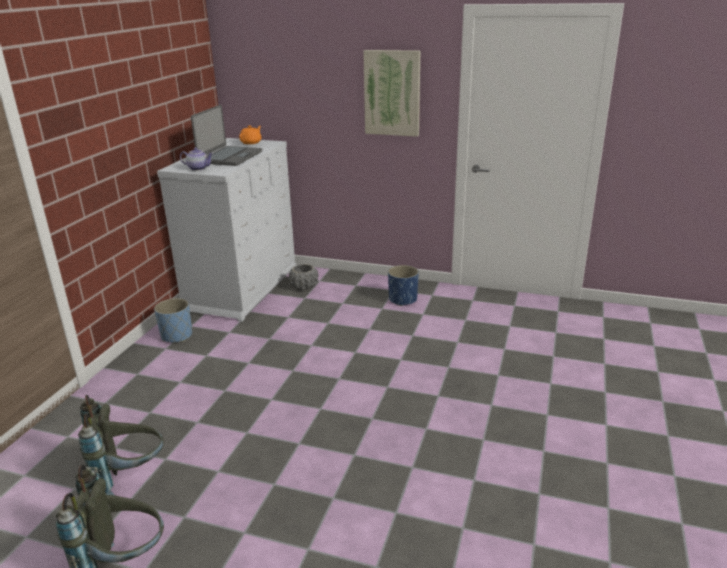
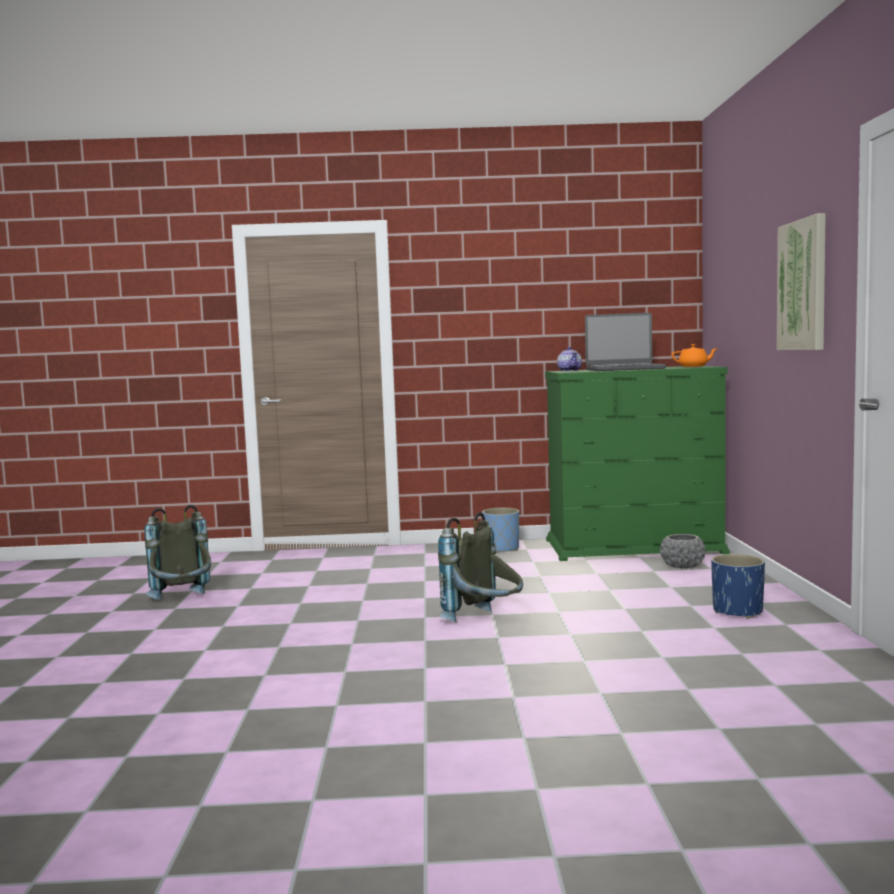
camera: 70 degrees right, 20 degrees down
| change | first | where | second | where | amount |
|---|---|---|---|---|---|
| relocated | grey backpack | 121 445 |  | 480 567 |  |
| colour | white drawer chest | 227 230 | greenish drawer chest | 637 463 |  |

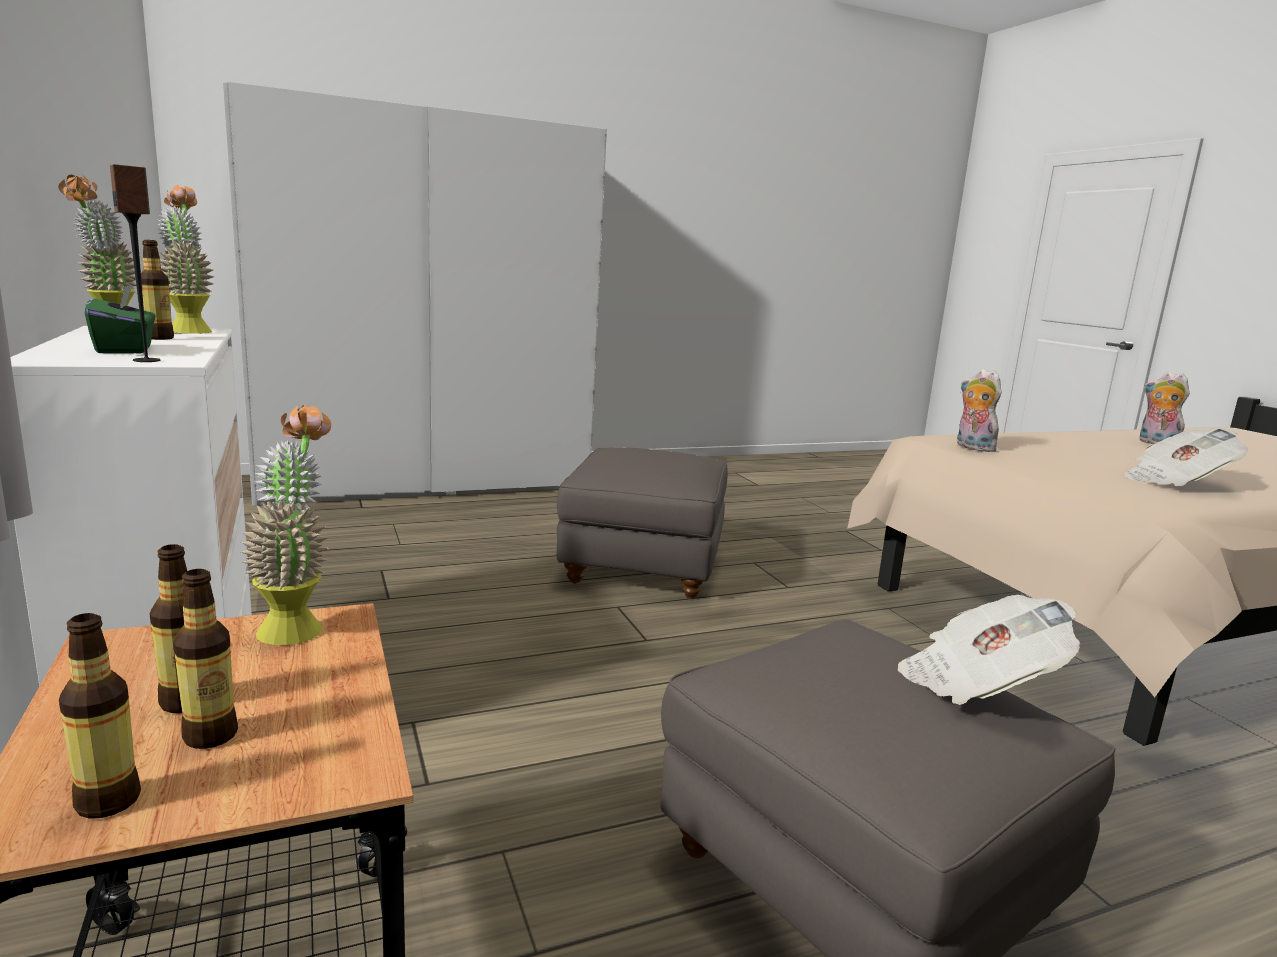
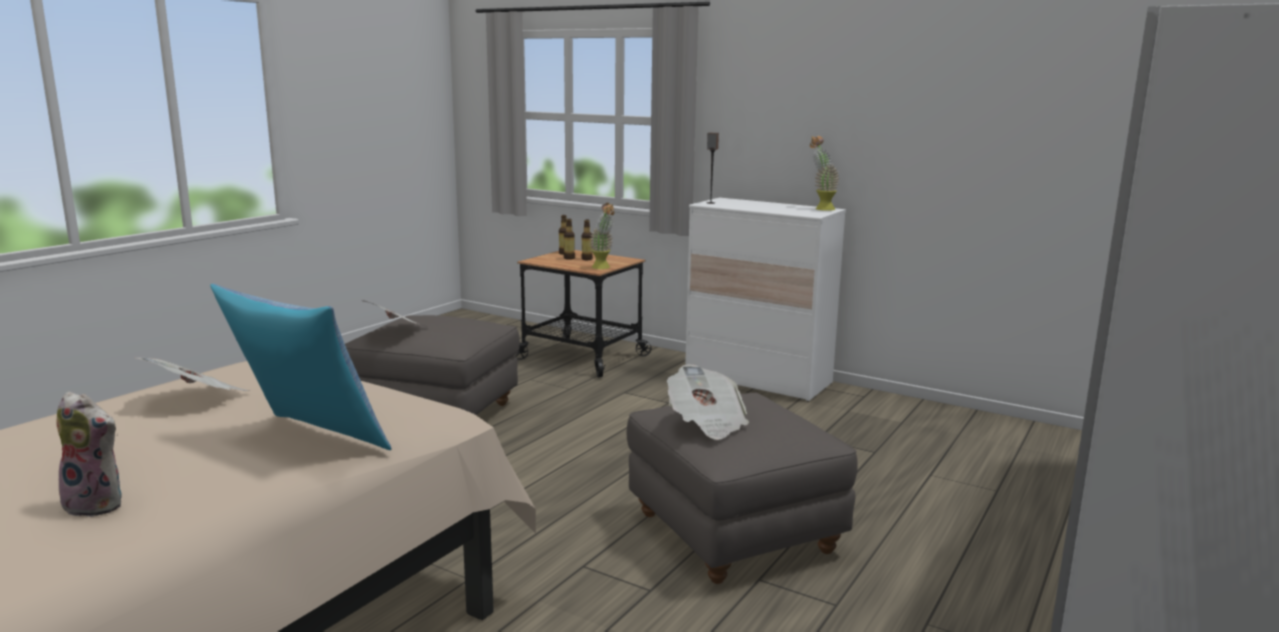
camera: 145 degrees right, 0 degrees up
| change | first | where | second | where | amount |
|---|---|---|---|---|---|
| missing | greenish tissue holder | 120 319 |  |  |  |
| missing | bottle | 157 290 |  |  |  |
| missing | potted plant | 185 259 |  |  |  |
| missing | cuddly toy | 979 410 |  |  |  |
| appeared |  |  | pillow | 301 367 |  |
| appeared |  |  | daily paper | 708 402 |  |

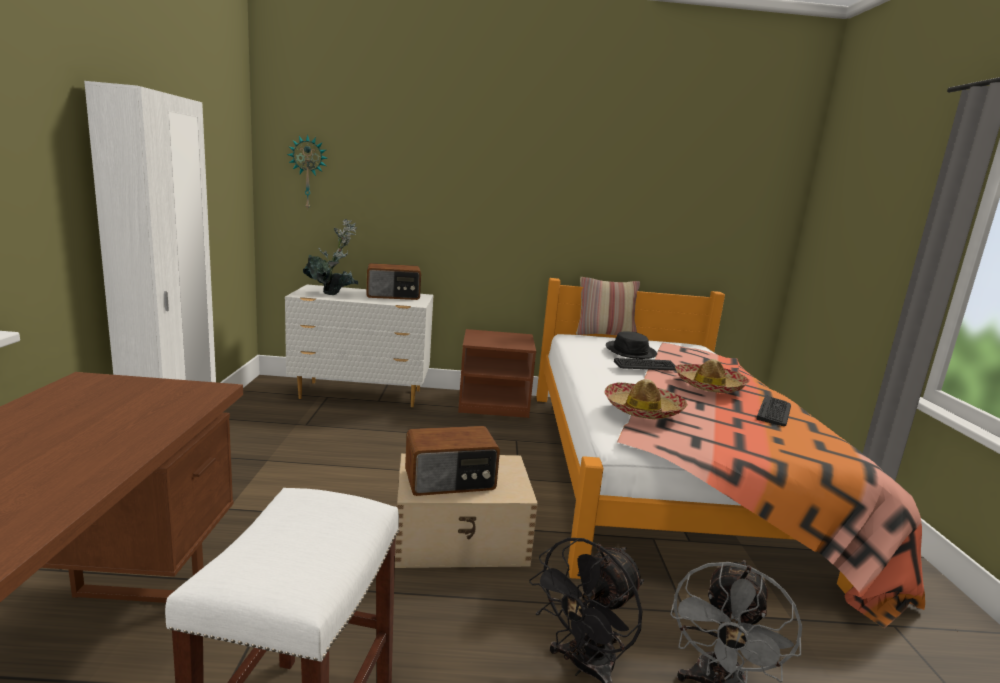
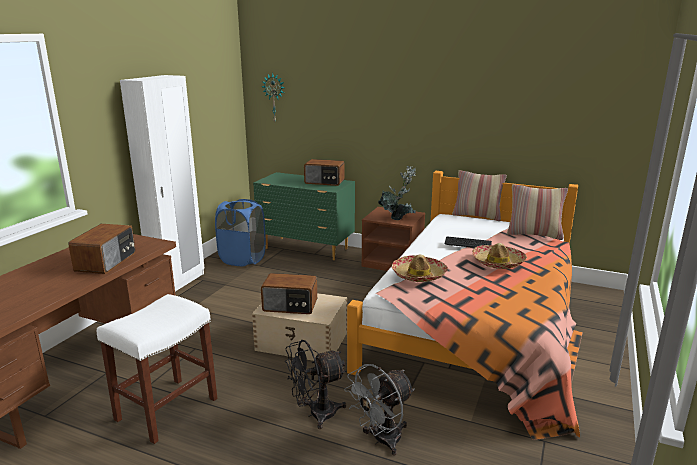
camera: 25 degrees right, 5 degrees up
| change | first | where | second | where | amount |
|---|---|---|---|---|---|
| colour | white drawer chest | 359 346 | greenish drawer chest | 304 216 |  |
| relocated | potted plant | 331 257 |  | 397 193 |  |
| missing | black-coloured clothing hat | 631 345 |  |  |  |
| missing | keyboard | 774 410 |  |  |  |
| appeared |  |  | radio set | 102 249 |  |
| appeared |  |  | bluish washing basket | 240 232 |  |
| appeared |  |  | pillow | 537 212 |  |

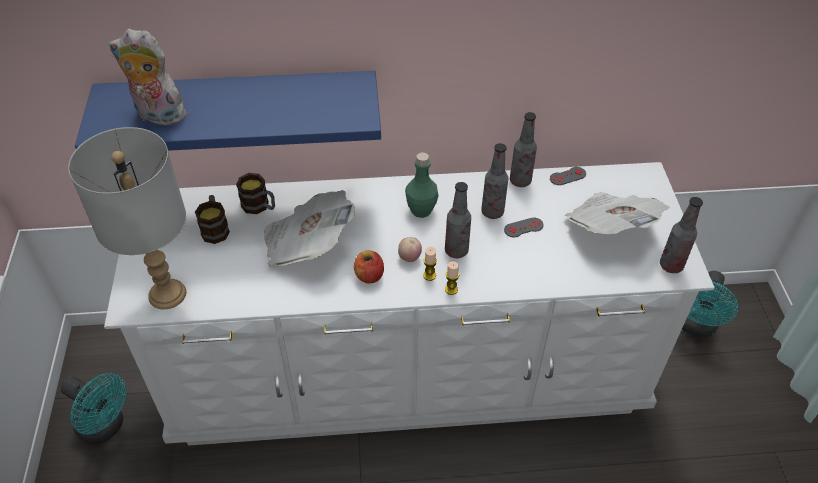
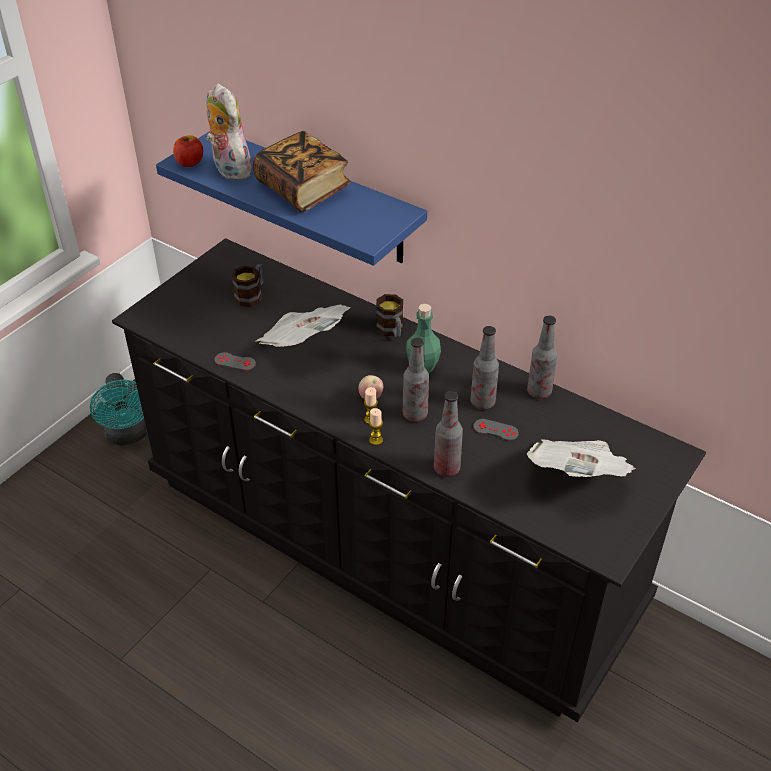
camera: 40 degrees right, 5 degrees down
| change | first | where | second | where | amount |
|---|---|---|---|---|---|
| missing | grey table lamp | 127 218 |  |  |  |
| colour | white drawer chest | 409 304 | black-coloured drawer chest | 409 481 |  |
| relocated | tea mug | 255 193 |  | 389 316 |  |
| relocated | apple | 369 266 |  | 188 151 |  |
| relocated | grey gamepad | 568 176 |  | 235 361 |  |
| relocated | bottle | 681 235 |  | 448 434 |  |
| missing | blue-green electric fan | 710 304 |  |  |  |
| appeared |  |  | bound book | 302 171 |  |

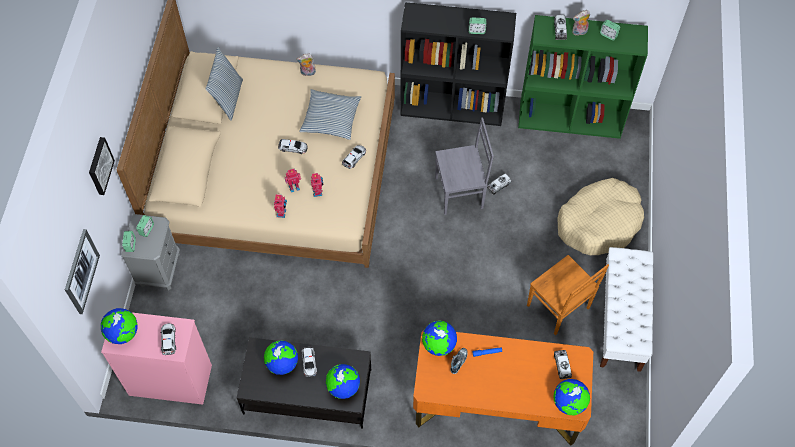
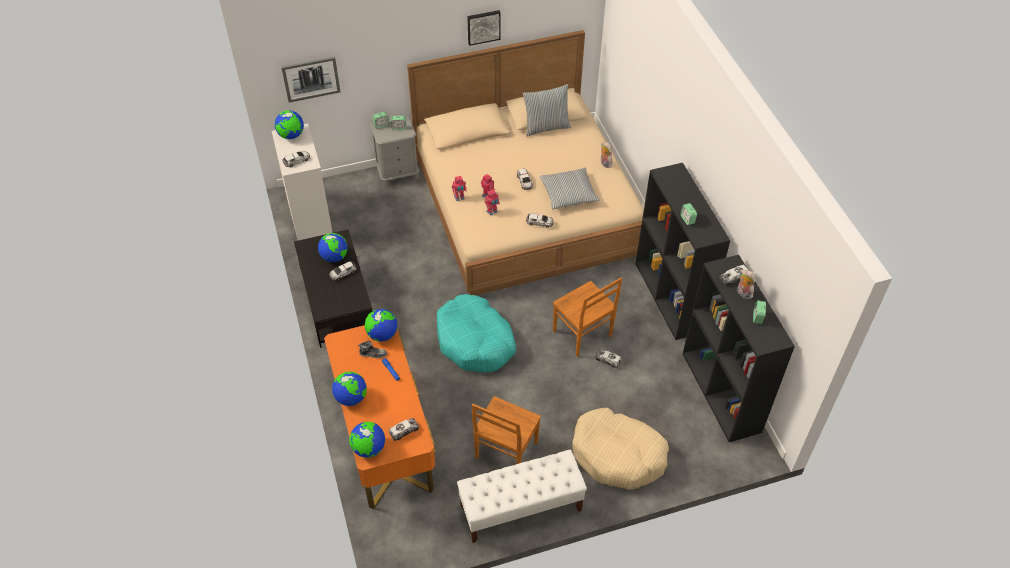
camera: 65 degrees right, 10 degrees down
| change | first | where | second | where | amount |
|---|---|---|---|---|---|
| relocated | wall picture | 102 166 |  | 484 28 |  |
| colour | pink-coloured drawer chest | 156 358 | white drawer chest | 302 182 |  |
| relocated | world globe | 343 381 |  | 349 388 |  |
| colour | grey upright chair | 464 166 | brownish upright chair | 587 317 |  |
| colour | greenish shelving unit | 583 77 | black-coloured shelving unit | 739 348 |  |
| appeared |  |  | blue-green dog cushion | 476 333 |  |

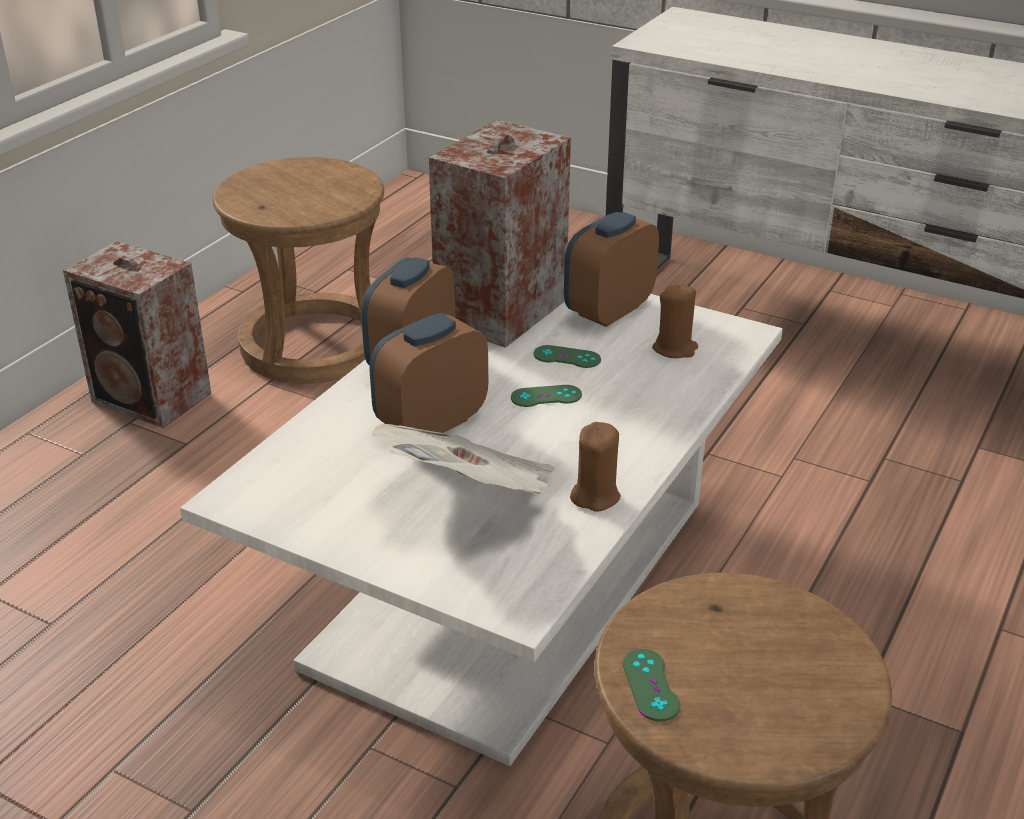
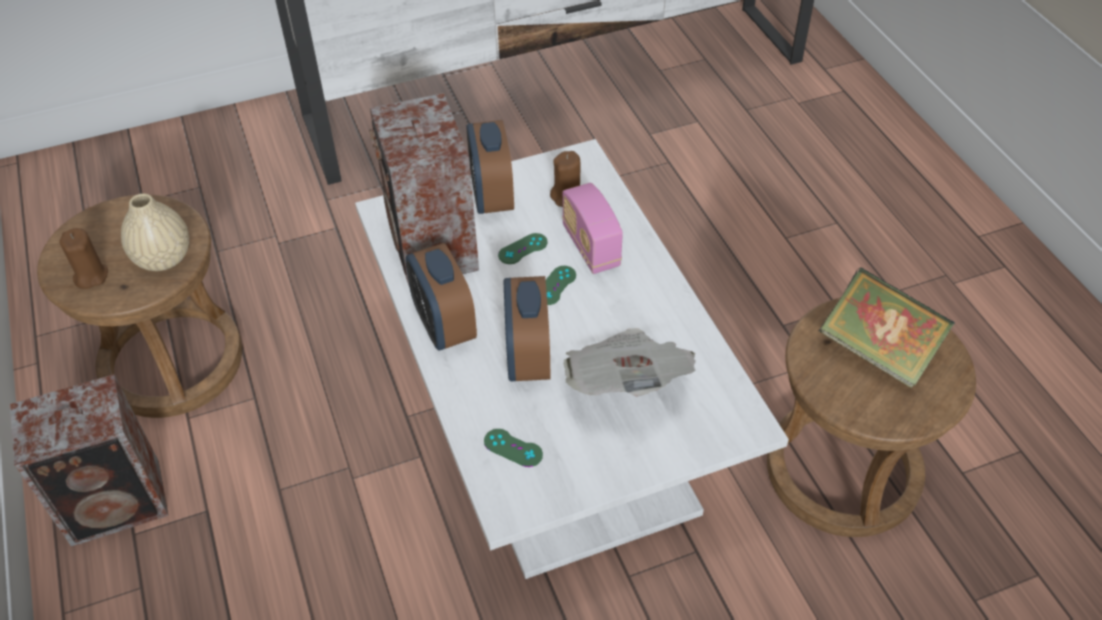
camera: 50 degrees left, 15 degrees up
| change | first | where | second | where | amount |
|---|---|---|---|---|---|
| relocated | brownish wax light | 595 467 |  | 84 258 |  |
| relocated | greenish gamepad | 651 685 |  | 513 448 |  |
| appeared |  |  | beige decorative vase | 155 232 |  |
| appeared |  |  | radio set | 592 228 |  |
| appeared |  |  | bound book | 887 327 |  |

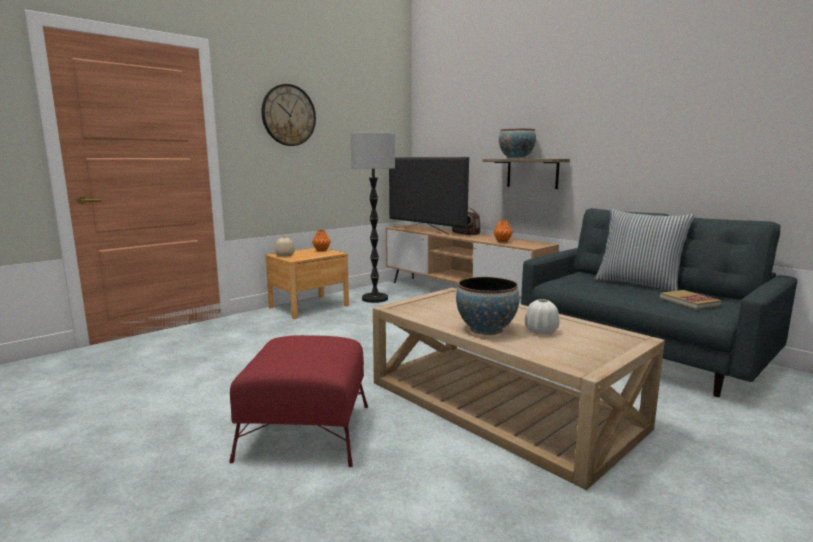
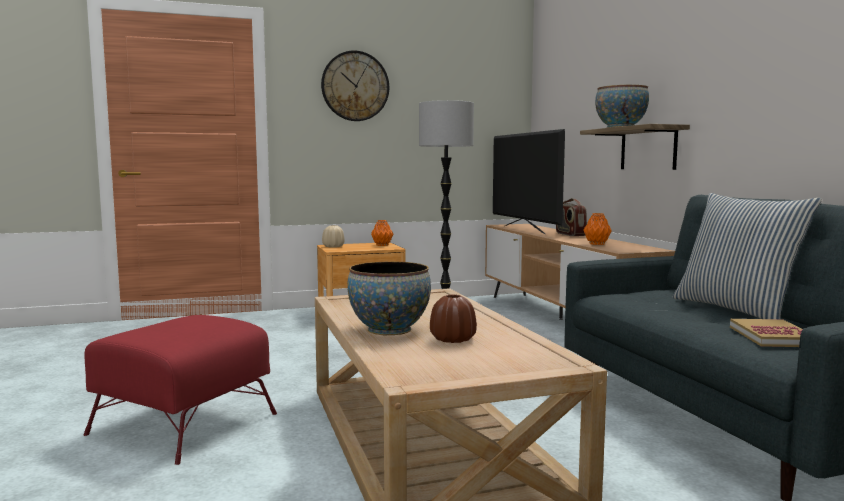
camera: 25 degrees right, 5 degrees down
| change | first | where | second | where | amount |
|---|---|---|---|---|---|
| colour | white decorative vase | 542 316 | brownish decorative vase | 453 319 |  |

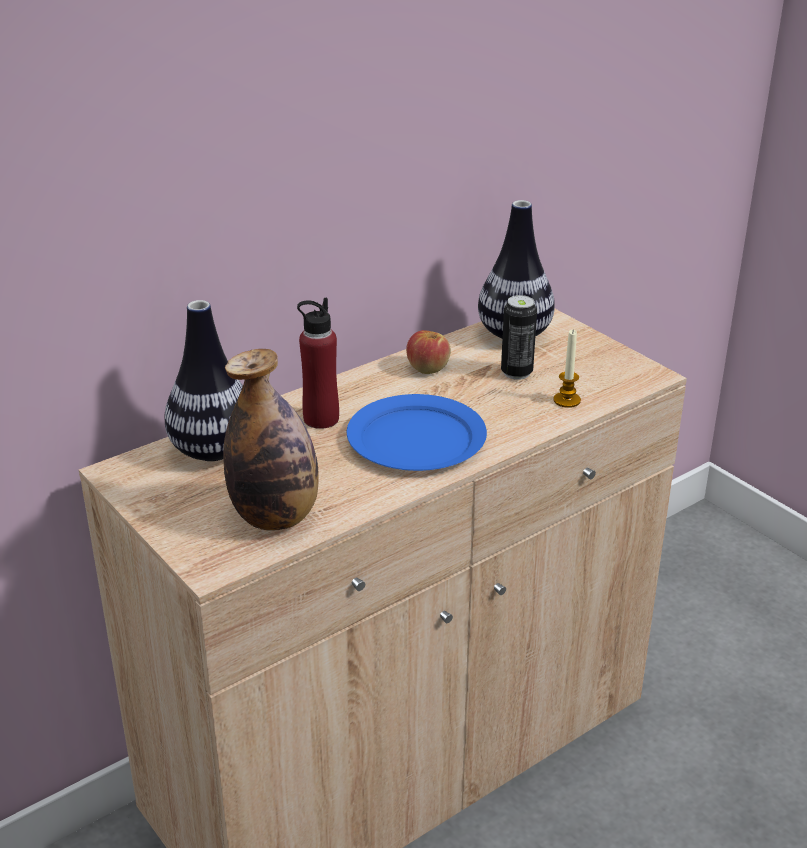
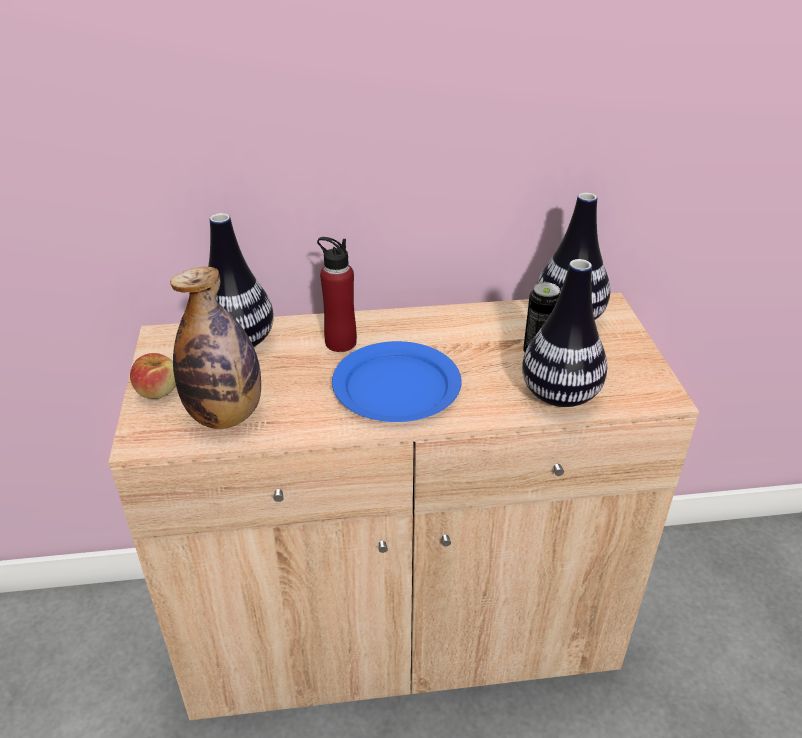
camera: 30 degrees right, 5 degrees up
| change | first | where | second | where | amount |
|---|---|---|---|---|---|
| relocated | apple | 428 352 |  | 153 376 |  |
| exchanged | wax light | 567 369 | decorative vase | 564 333 |  |

